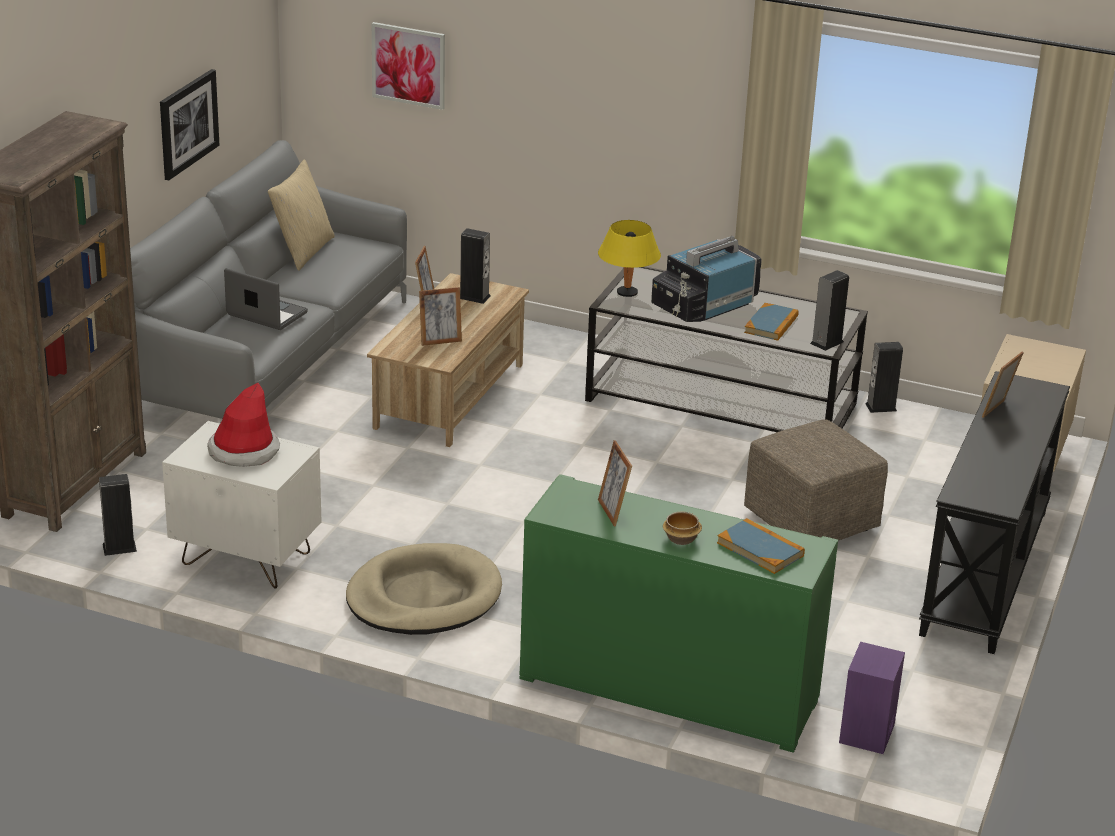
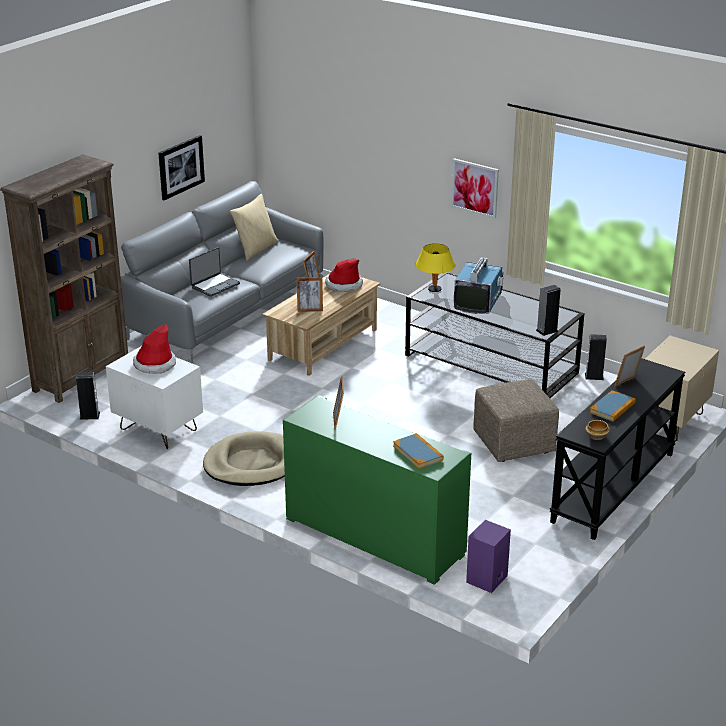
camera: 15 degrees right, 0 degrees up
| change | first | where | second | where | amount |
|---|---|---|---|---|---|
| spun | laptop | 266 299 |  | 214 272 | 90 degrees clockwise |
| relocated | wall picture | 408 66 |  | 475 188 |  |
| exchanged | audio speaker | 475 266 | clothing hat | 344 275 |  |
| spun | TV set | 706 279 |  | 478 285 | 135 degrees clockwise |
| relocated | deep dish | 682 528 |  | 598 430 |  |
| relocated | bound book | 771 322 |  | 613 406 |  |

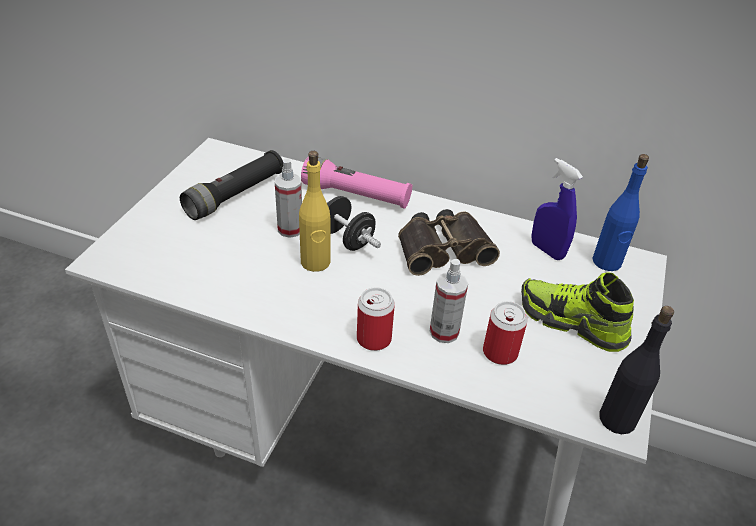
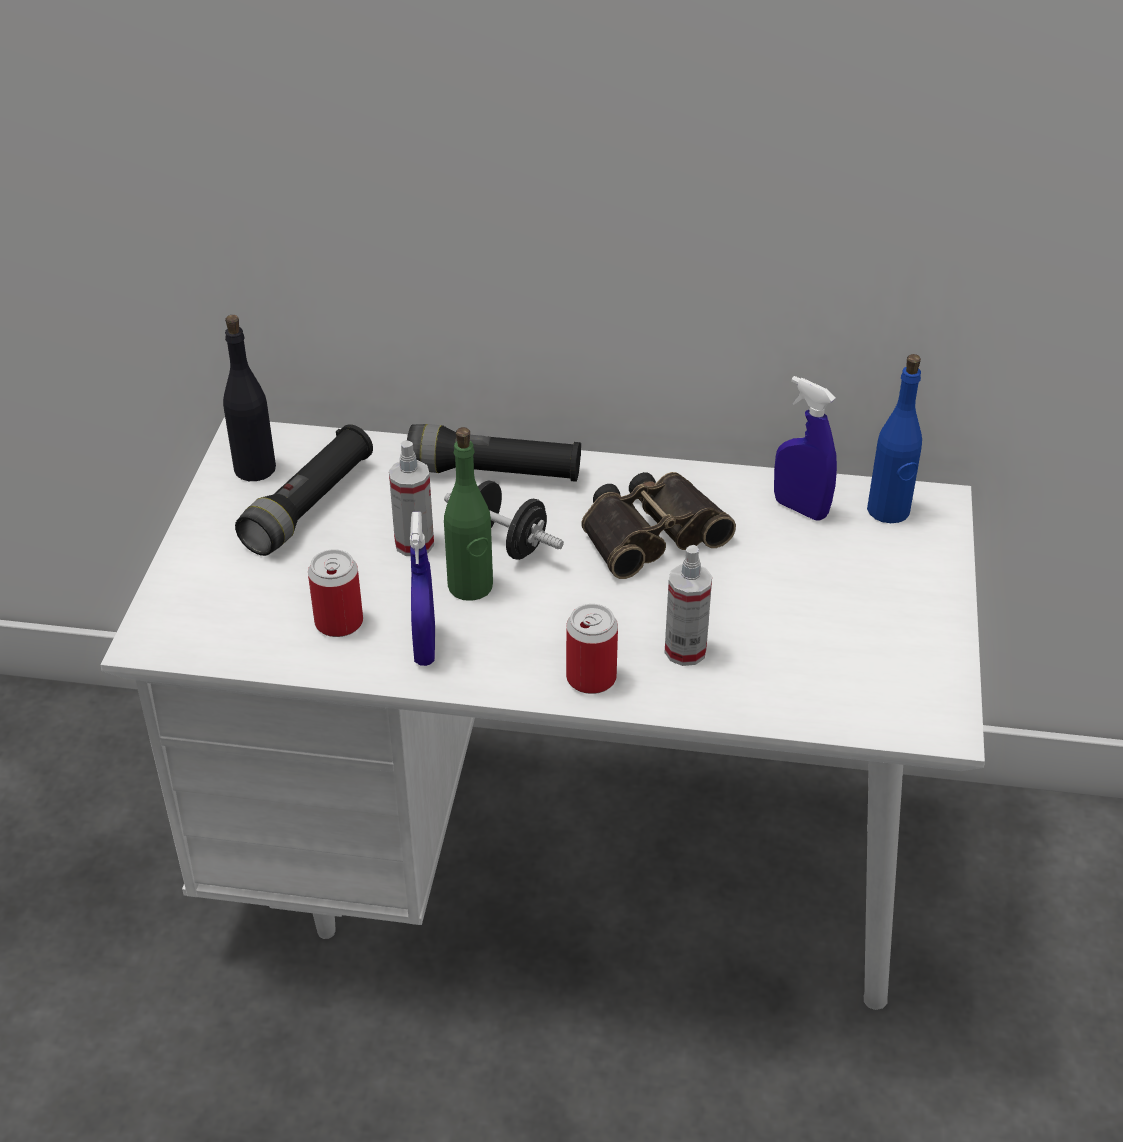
camera: 10 degrees left, 0 degrees up
| change | first | where | second | where | amount |
|---|---|---|---|---|---|
| colour | yellowish bottle | 314 211 | greenish bottle | 468 514 |  |
| colour | pink-coloured hand torch | 357 183 | black-coloured hand torch | 494 453 |  |
| relocated | sealed can | 505 333 |  | 335 593 |  |
| missing | low shoe | 577 312 |  |  |  |
| relocated | black-coloured bottle | 636 370 |  | 249 398 |  |
| appeared |  |  | bluish hand sprayer | 422 589 |  |

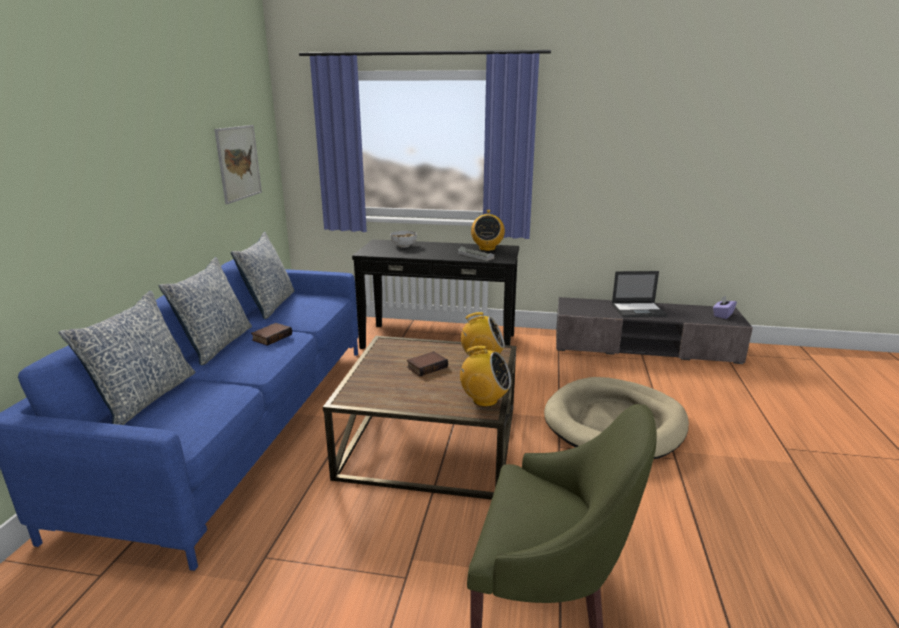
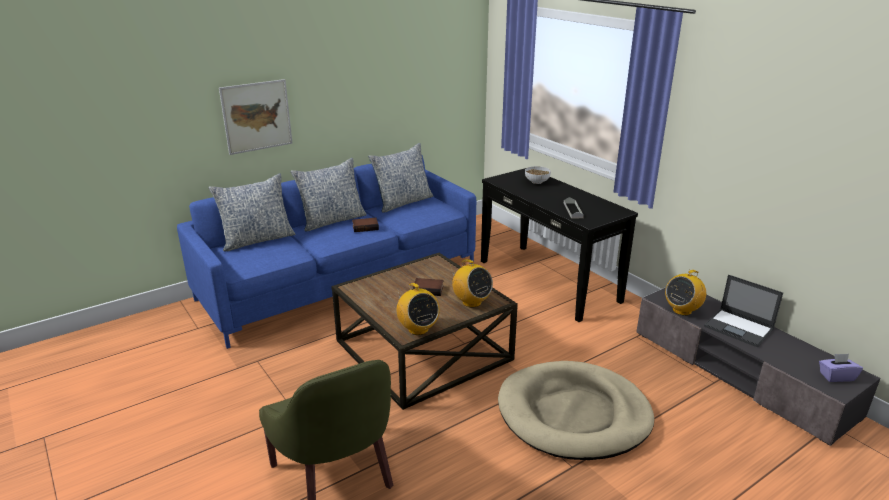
camera: 45 degrees right, 5 degrees up
| change | first | where | second | where | amount |
|---|---|---|---|---|---|
| relocated | wall picture | 238 164 |  | 256 117 |  |
| relocated | radio set | 488 230 |  | 685 292 |  |

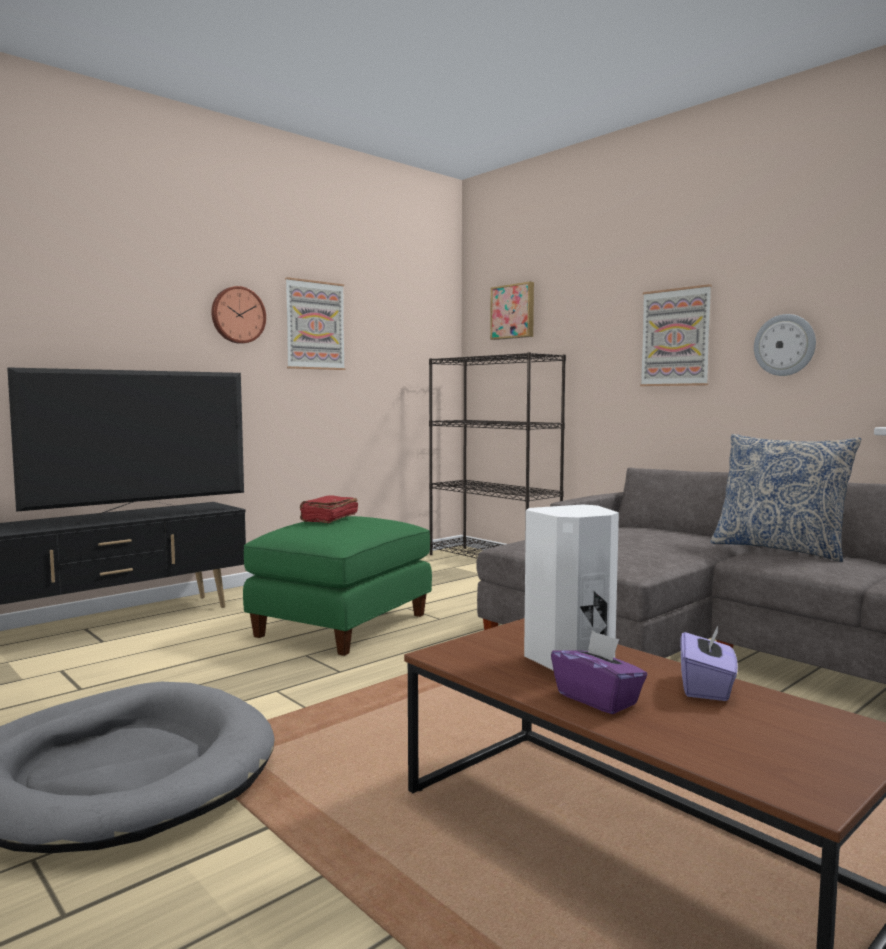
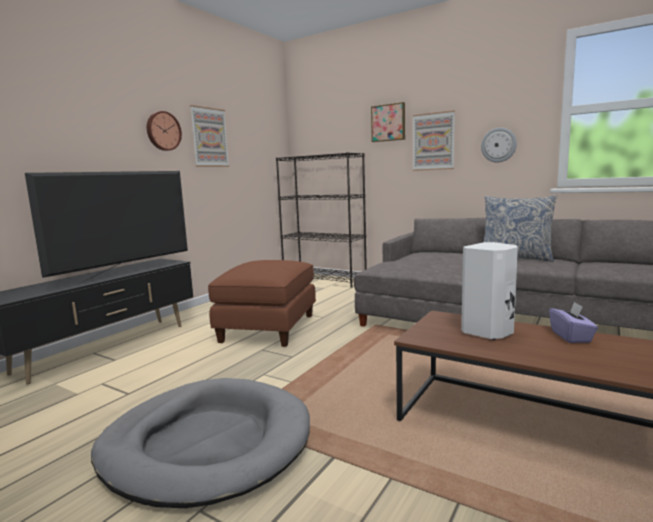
camera: 15 degrees left, 5 degrees up
| change | first | where | second | where | amount |
|---|---|---|---|---|---|
| colour | greenish footrest | 337 586 | brownish footrest | 262 303 |  |
| missing | red bound book | 329 509 |  |  |  |
| relocated | wall picture | 512 311 |  | 388 122 |  |
| missing | purple-coloured tissue holder | 599 672 |  |  |  |

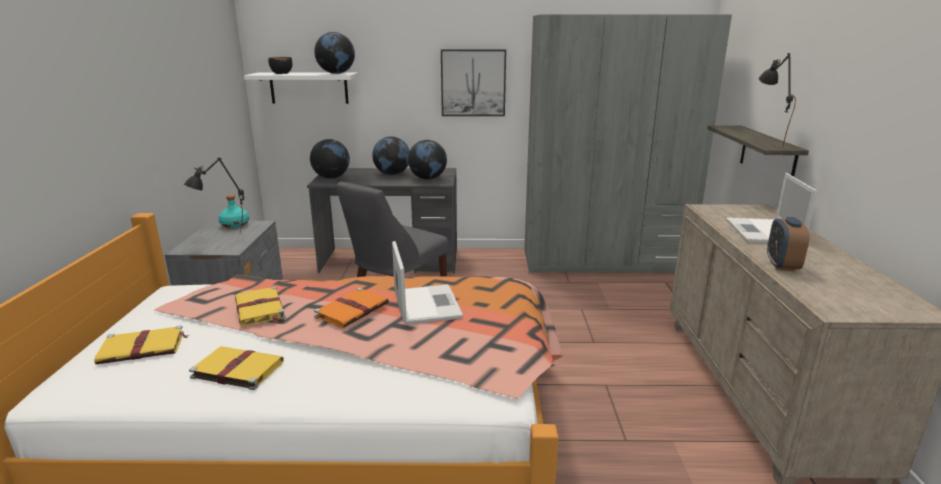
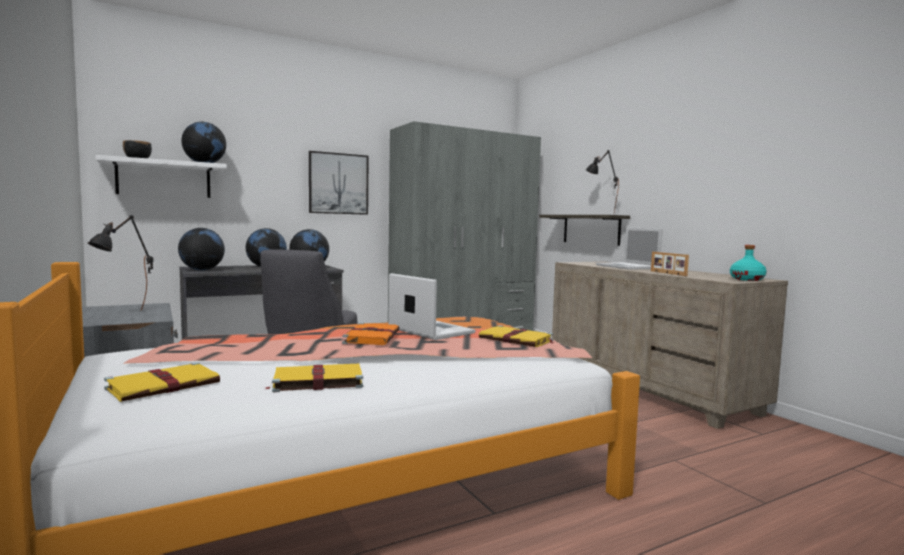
camera: 30 degrees left, 15 degrees down
| change | first | where | second | where | amount |
|---|---|---|---|---|---|
| relocated | blue-green bottle | 233 211 |  | 748 263 |  |
| relocated | yellowish bound book | 260 306 |  | 516 336 |  |
| exchanged | alarm clock | 788 244 | photo frame | 670 264 |  |

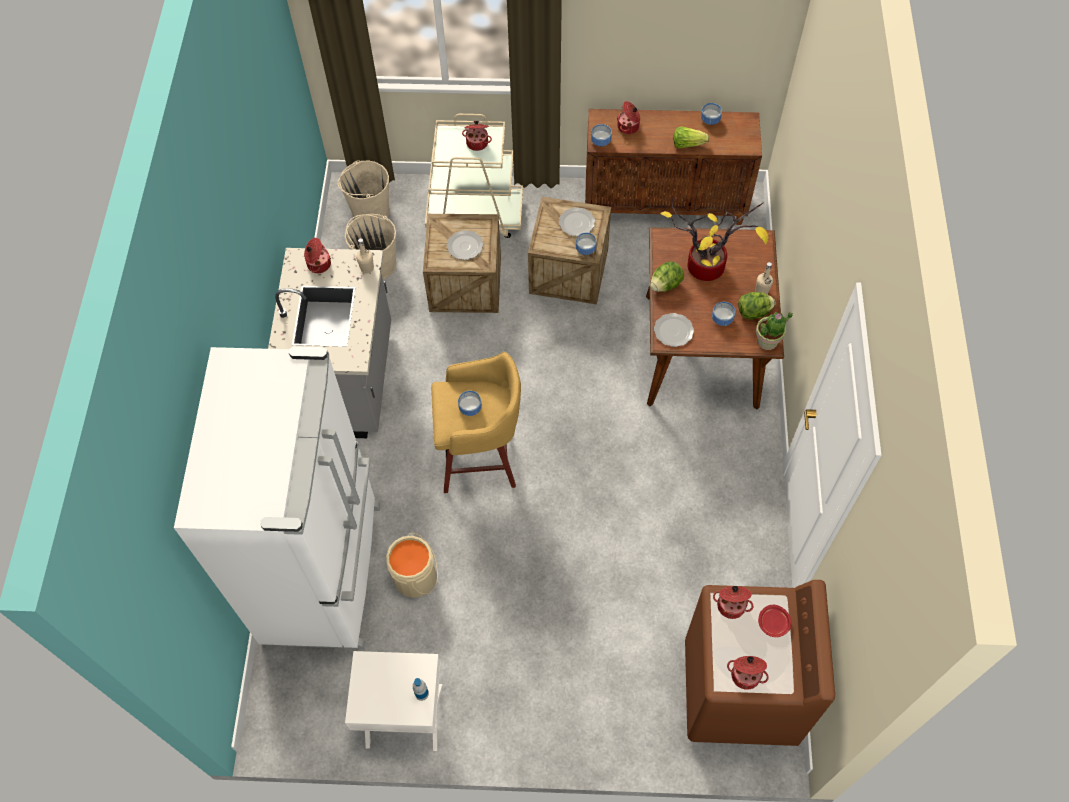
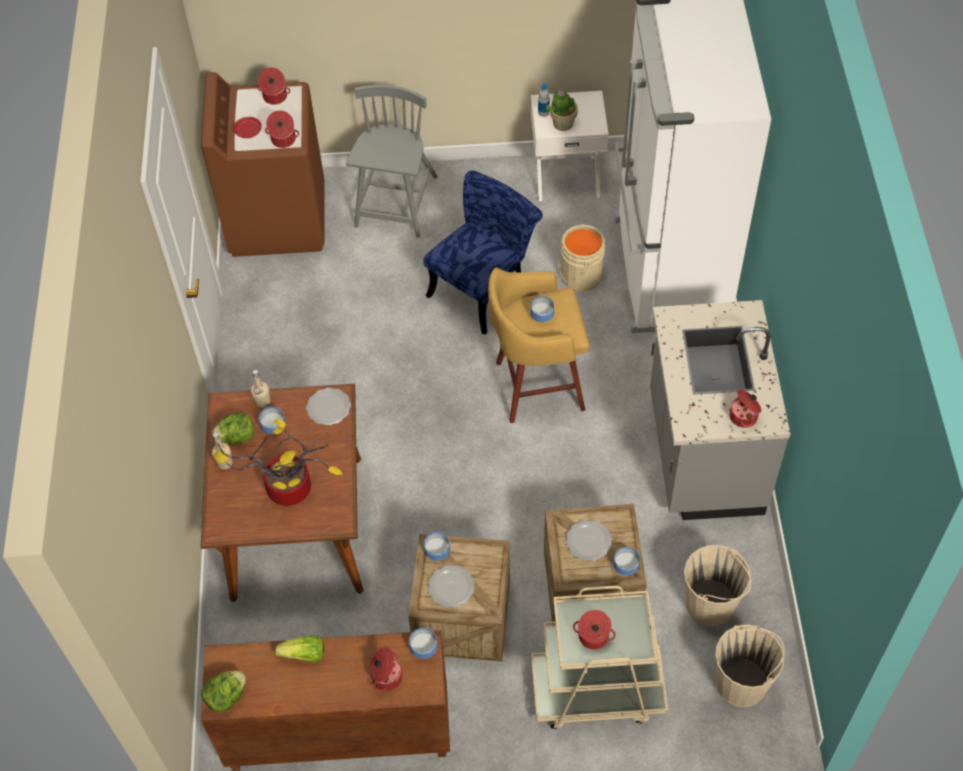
camera: 175 degrees right, 5 degrees down
| change | first | where | second | where | amount |
|---|---|---|---|---|---|
| relocated | beige bottle | 365 256 |  | 260 389 |  |
| relocated | lettuce | 667 276 |  | 223 691 |  |
| relocated | deep dish | 711 114 |  | 626 561 |  |
| relocated | potted plant | 774 331 |  | 562 110 |  |
| appeared |  |  | grey upright chair | 392 161 |  |
| appeared |  |  | bluish upright chair | 483 252 |  |

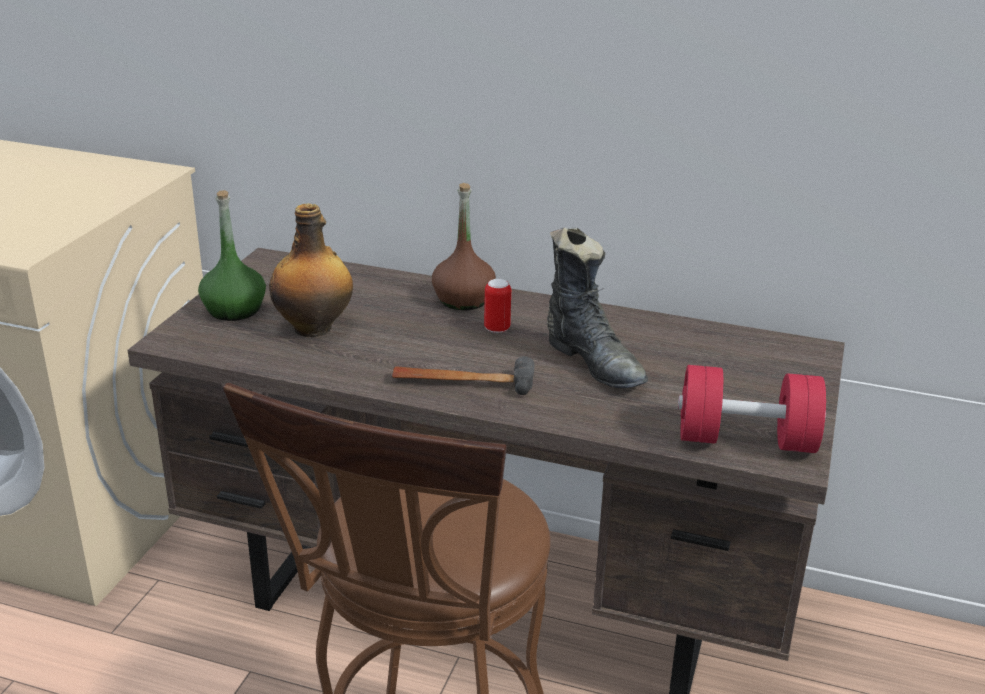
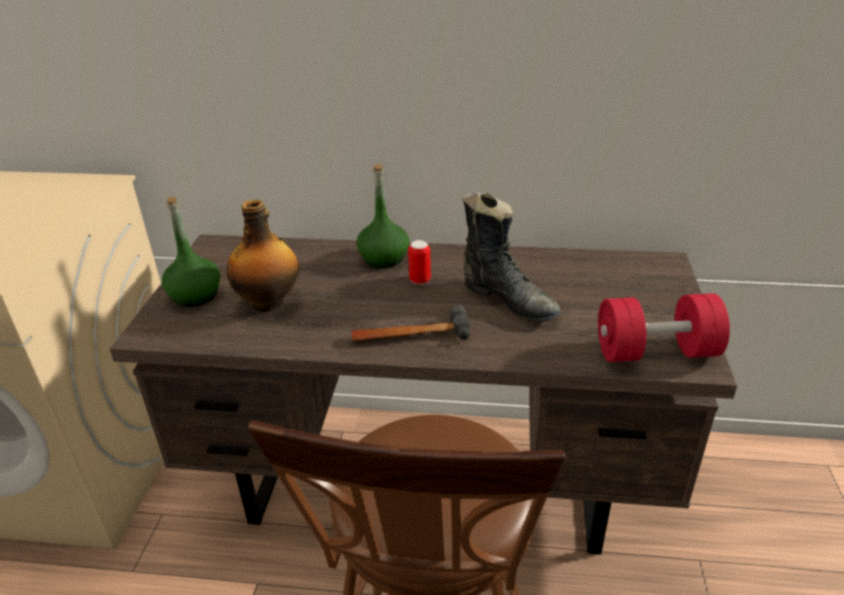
camera: 10 degrees left, 5 degrees up
| change | first | where | second | where | amount |
|---|---|---|---|---|---|
| colour | brownish bottle | 464 246 | greenish bottle | 382 216 |  |

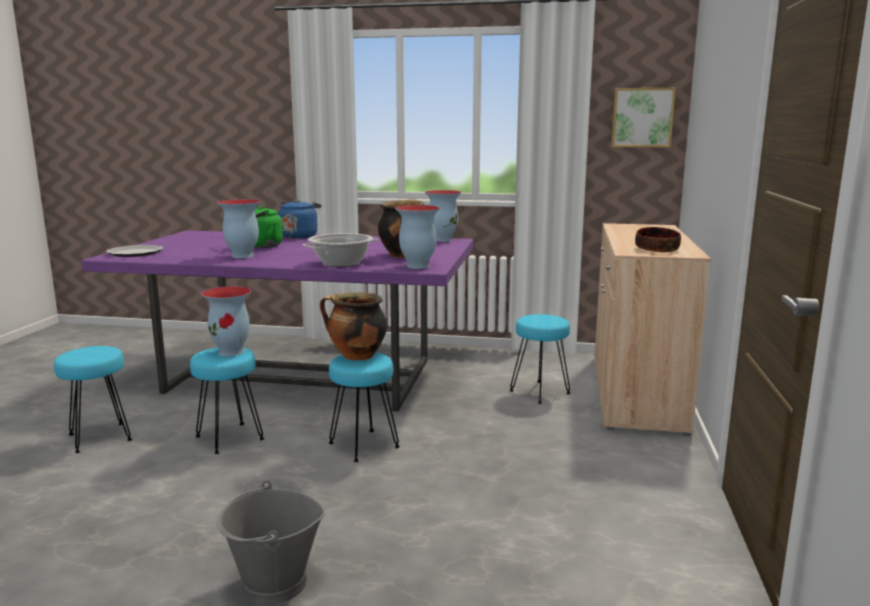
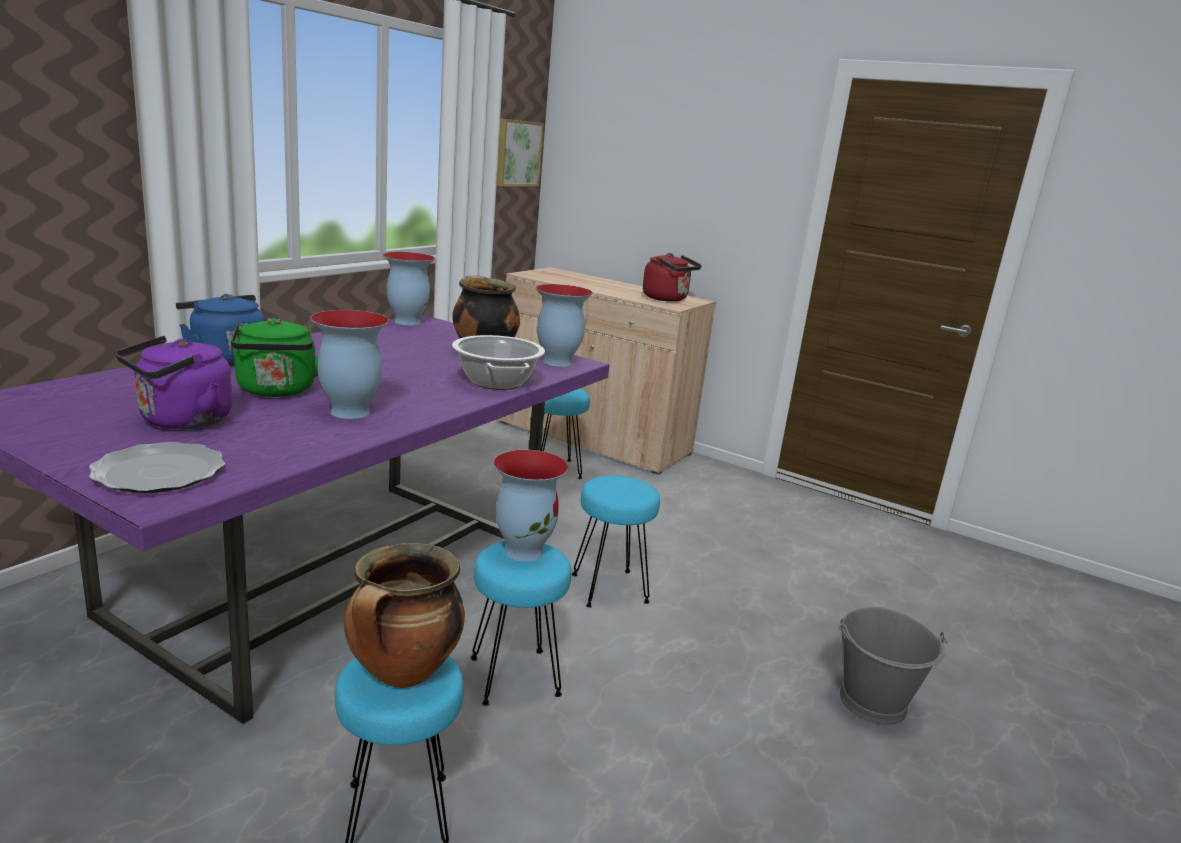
camera: 70 degrees left, 5 degrees up
| change | first | where | second | where | amount |
|---|---|---|---|---|---|
| relocated | cooking pot | 353 326 |  | 404 615 |  |
| exchanged | deep dish | 658 239 | red water kettle | 672 277 |  |
| appeared |  |  | purple-coloured water kettle | 174 382 |  |

